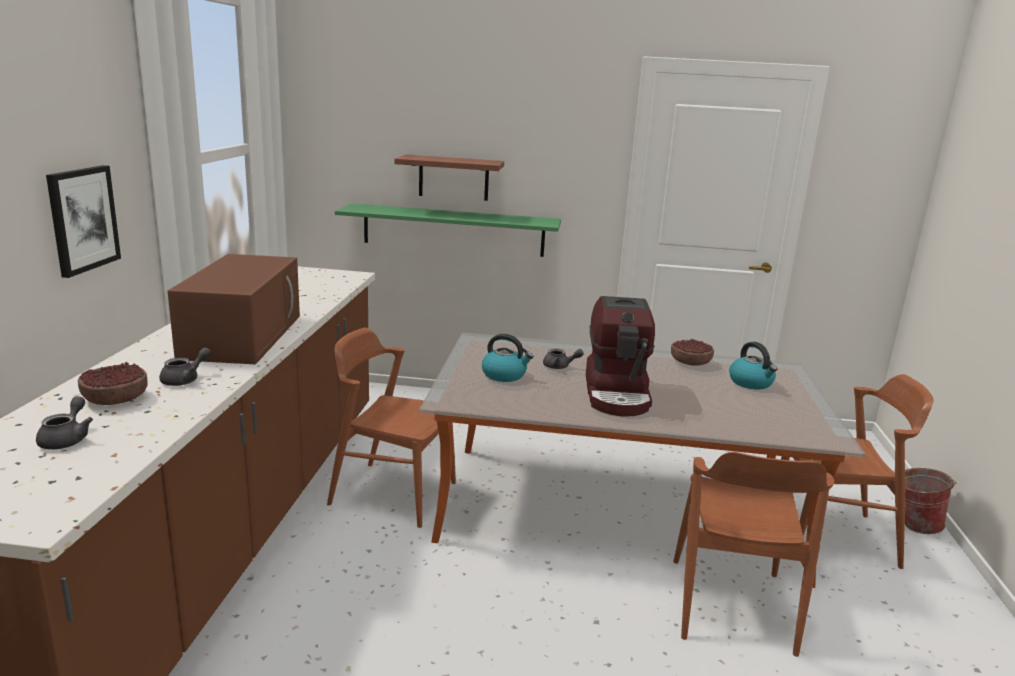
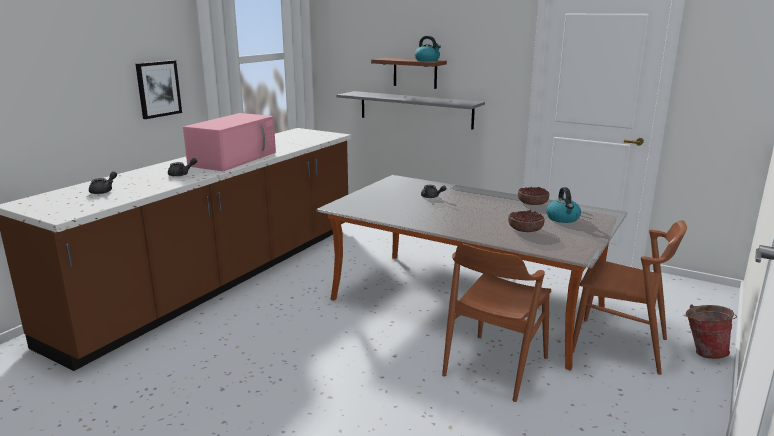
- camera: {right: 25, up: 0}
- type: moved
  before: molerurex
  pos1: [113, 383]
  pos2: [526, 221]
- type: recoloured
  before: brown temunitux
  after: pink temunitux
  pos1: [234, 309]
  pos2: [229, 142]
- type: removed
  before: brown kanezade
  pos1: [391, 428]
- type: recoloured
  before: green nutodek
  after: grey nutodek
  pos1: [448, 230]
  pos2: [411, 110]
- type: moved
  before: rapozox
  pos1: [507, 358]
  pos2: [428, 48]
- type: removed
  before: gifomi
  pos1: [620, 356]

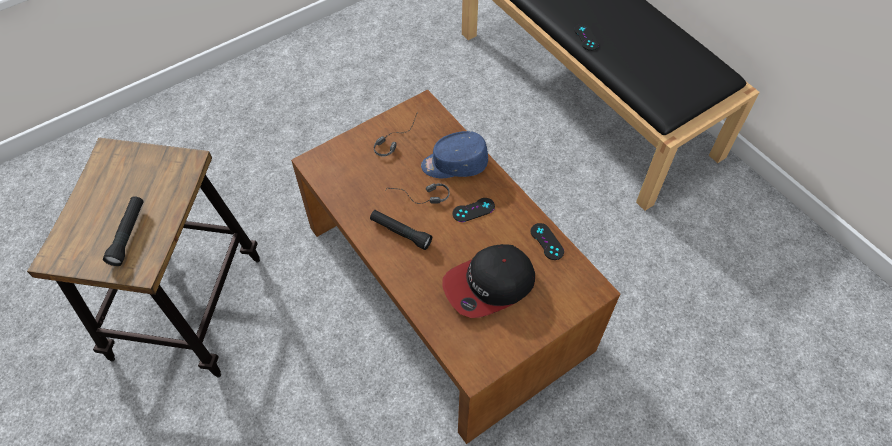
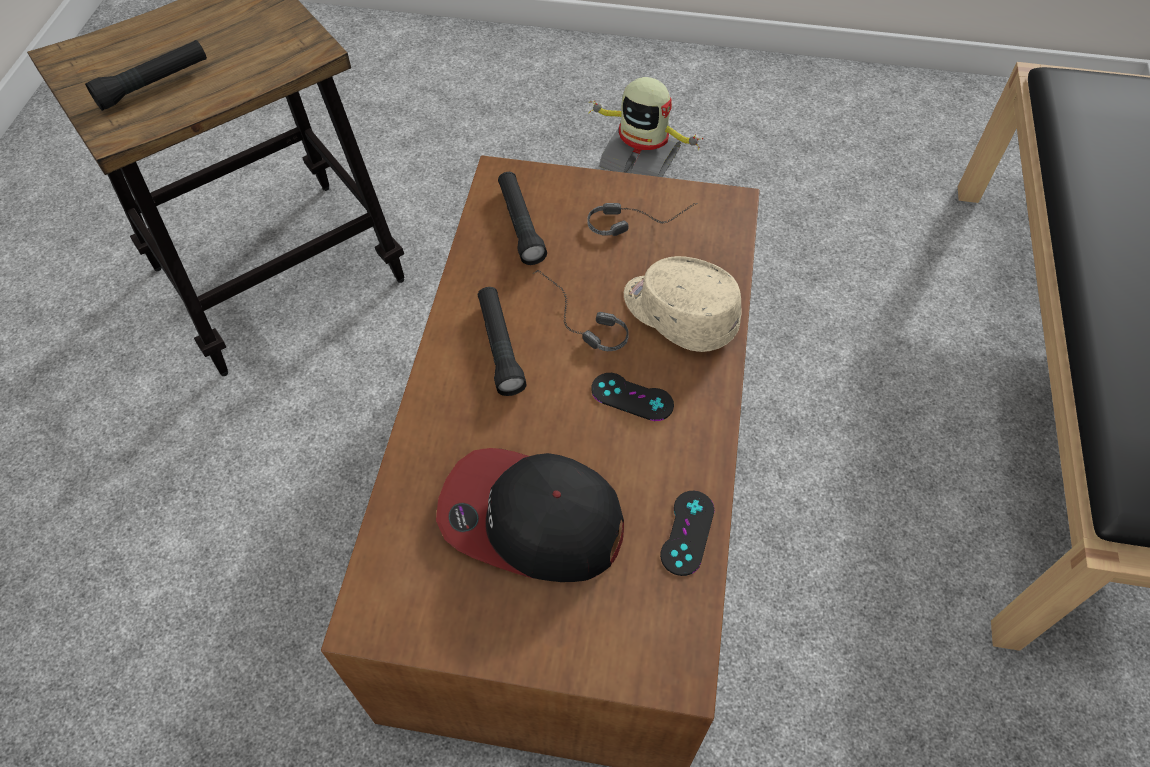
- camera: {right: 45, up: 0}
- type: recoloured
  before: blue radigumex
  after: beige radigumex
  pos1: [454, 154]
  pos2: [683, 304]
- type: removed
  before: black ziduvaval
  pos1: [586, 37]
- type: added
  after: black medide
  pos2: [522, 218]
- type: added
  after: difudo
  pos2: [645, 127]

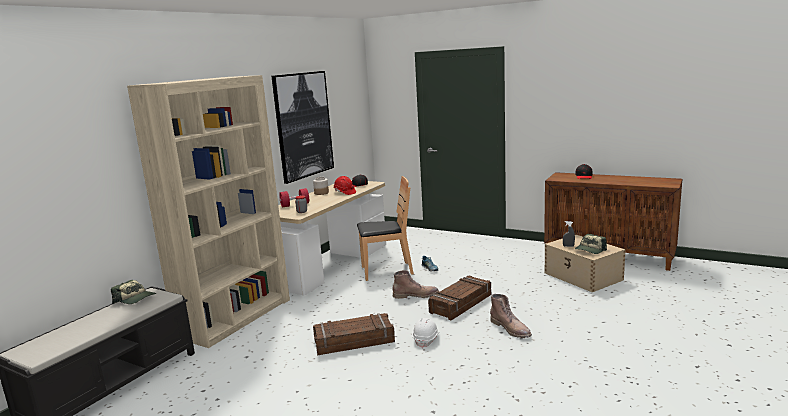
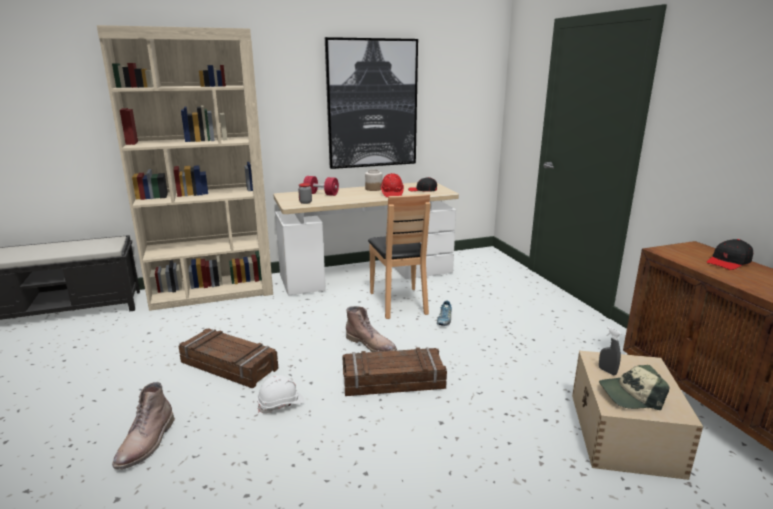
- camera: {right: 40, up: 5}
- type: removed
  before: radigumex
  pos1: [133, 292]
- type: turned
  before: brown kanezade
  pos1: [385, 228]
  pos2: [399, 256]
  turn: 45
- type: moved
  before: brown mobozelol
  pos1: [511, 316]
  pos2: [143, 426]

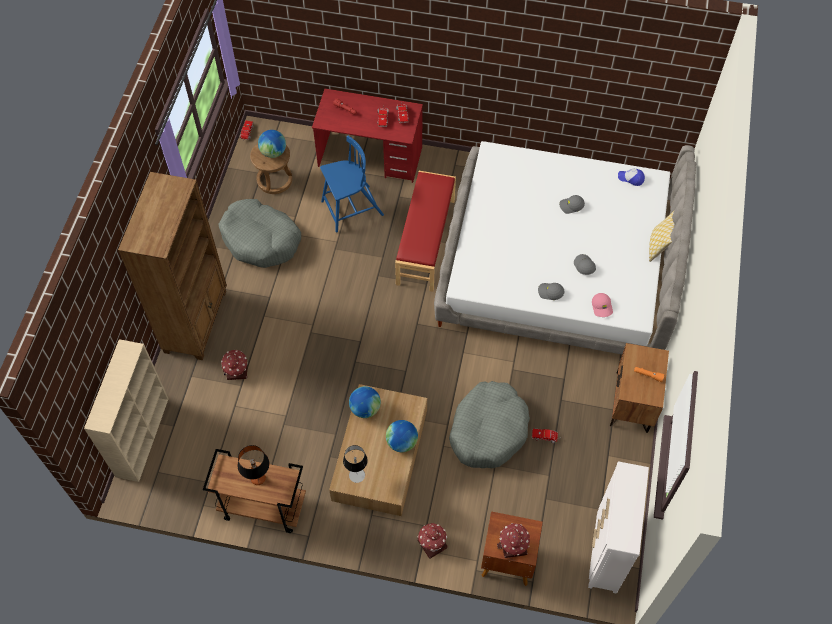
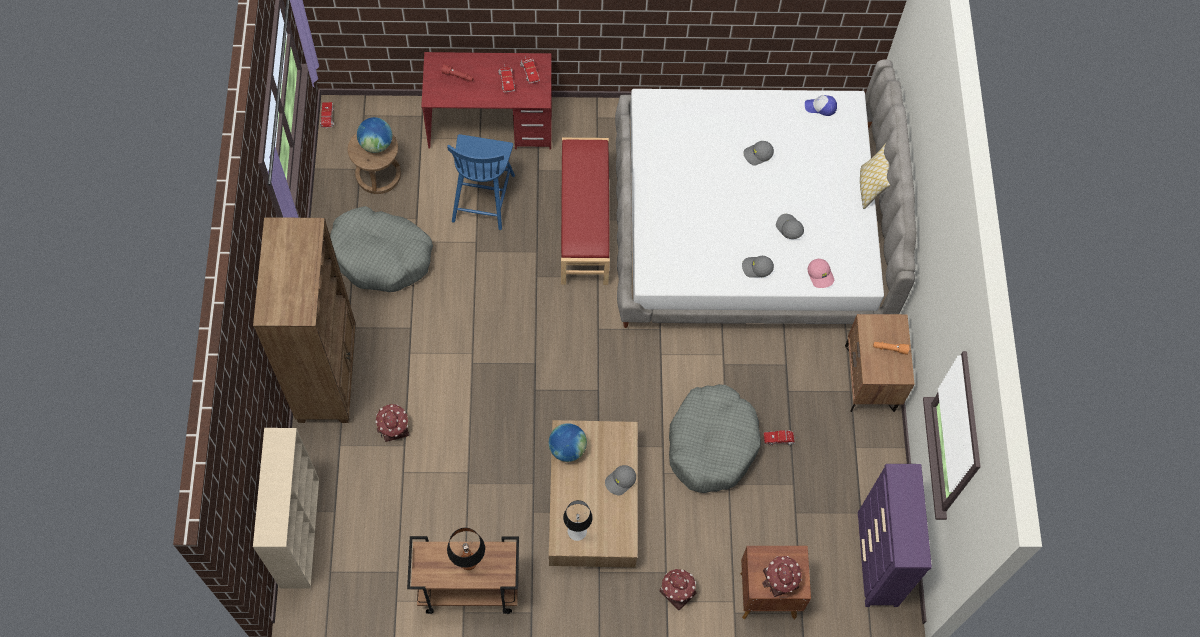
- camera: {right: -15, up: 5}
- type: turned
  before: blue kanezade
  pos1: [352, 184]
  pos2: [481, 182]
  turn: 135
- type: replaced
  before: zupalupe
  after: grey radigumex
  pos1: [402, 436]
  pos2: [620, 480]
- type: recoloured
  before: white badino
  after: purple badino
  pos1: [618, 527]
  pos2: [895, 535]

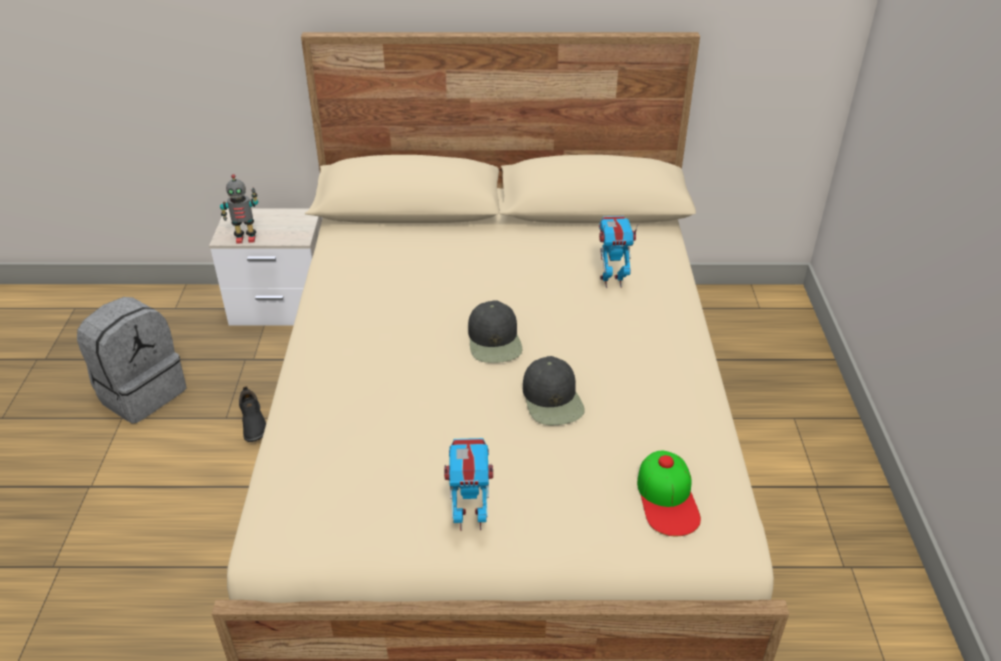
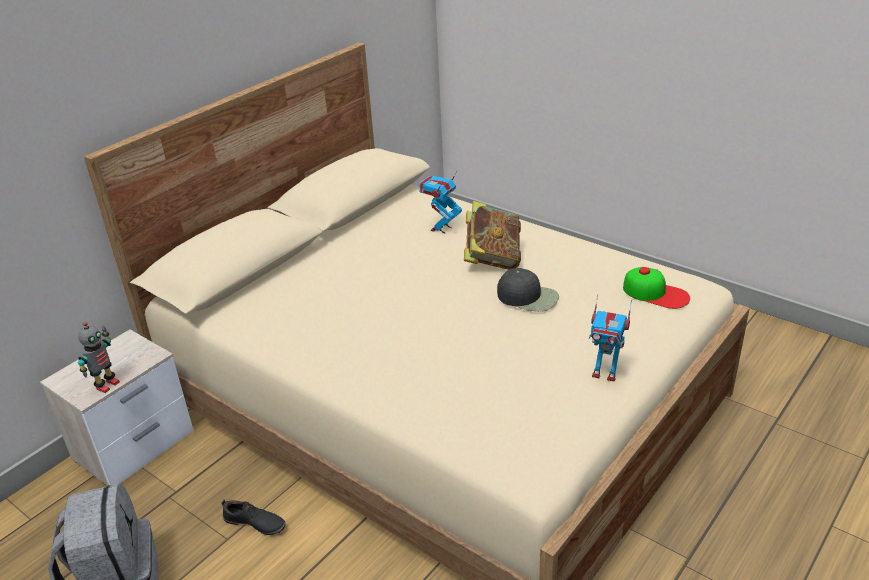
- camera: {right: -50, up: -5}
- type: turned
  before: difudo
  pos1: [468, 484]
  pos2: [610, 338]
  turn: -105
- type: removed
  before: black radigumex
  pos1: [495, 331]
- type: added
  after: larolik
  pos2: [492, 235]

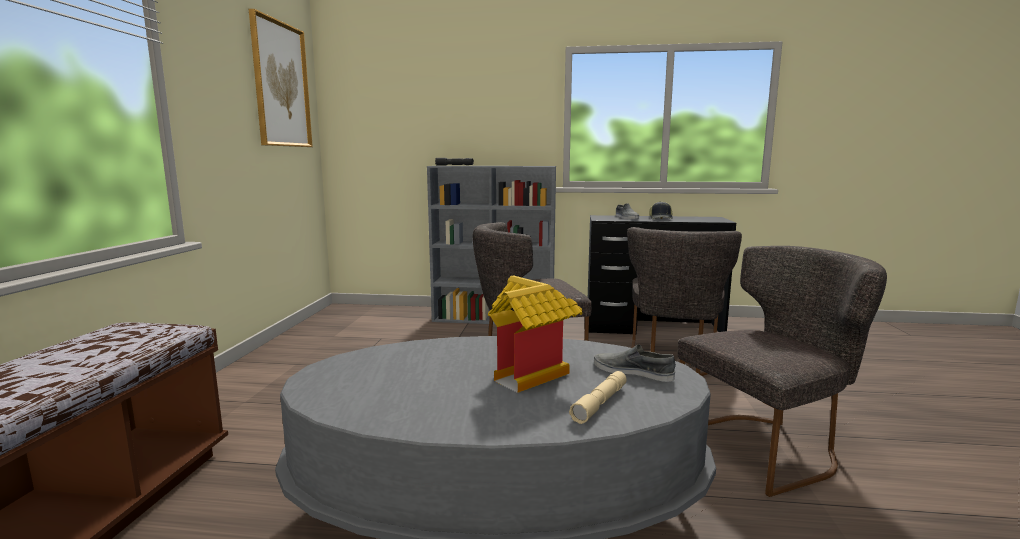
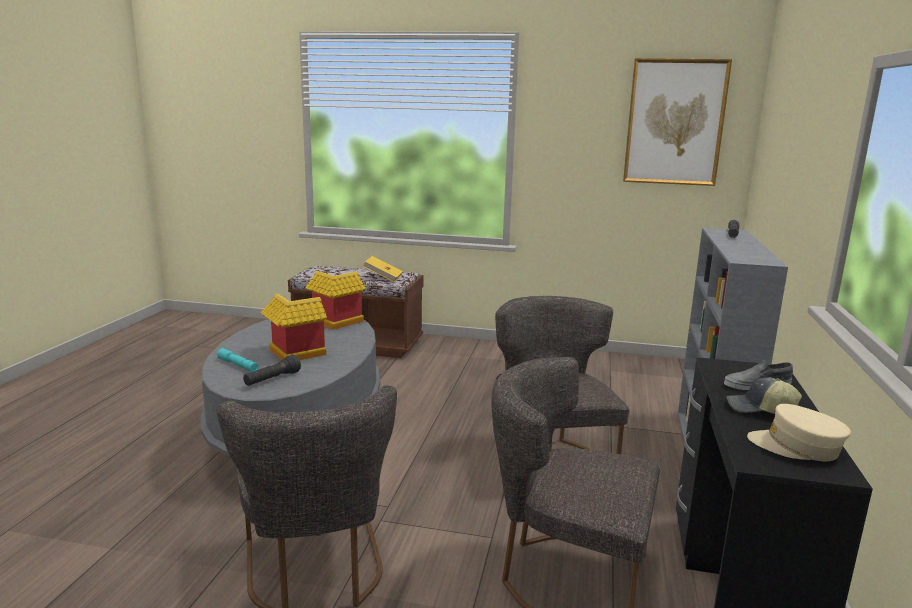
- camera: {right: 95, up: 5}
- type: recoloured
  before: beige medide
  after: turquoise medide
  pos1: [598, 397]
  pos2: [237, 360]
- type: replaced
  before: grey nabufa
  after: black medide
  pos1: [635, 363]
  pos2: [272, 370]
- type: added
  after: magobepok
  pos2: [335, 300]
- type: added
  after: yellow larolik
  pos2: [383, 269]
- type: added
  after: beige radigumex
  pos2: [799, 432]

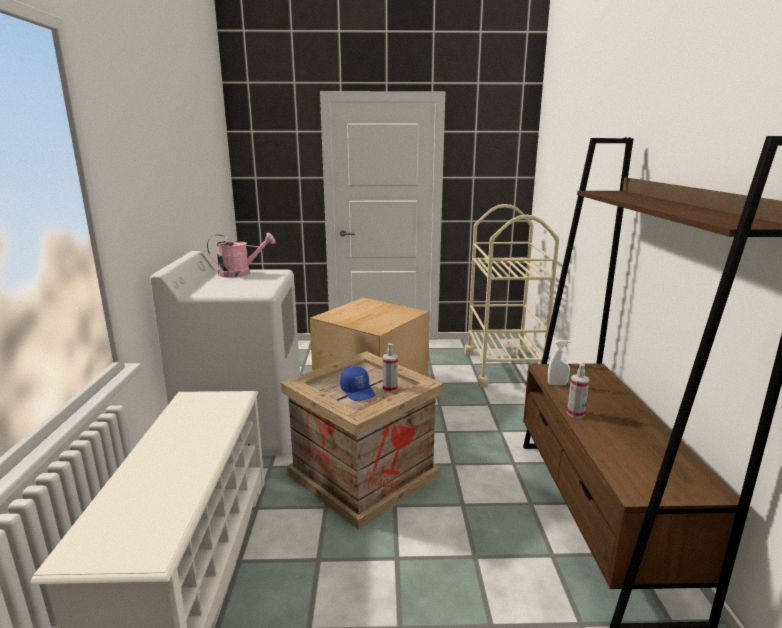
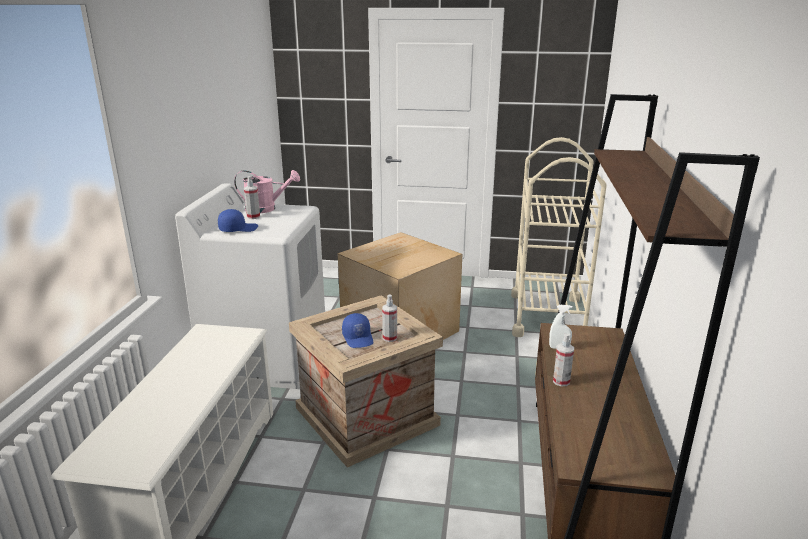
- camera: {right: 10, up: 5}
- type: added
  after: blue radigumex
  pos2: [238, 220]
- type: added
  after: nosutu
  pos2: [252, 197]

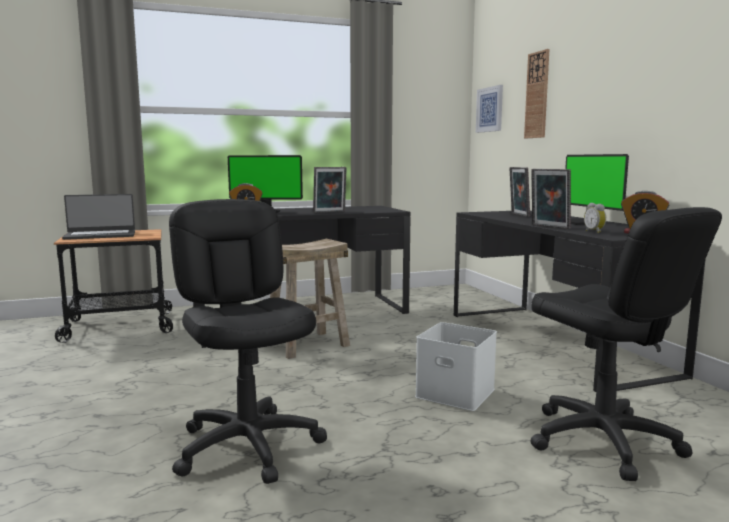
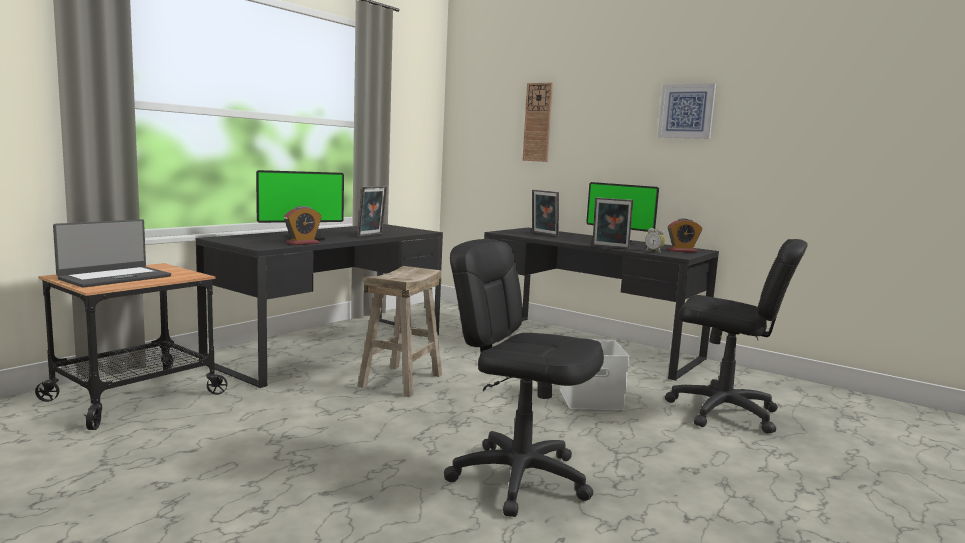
- camera: {right: -35, up: 0}
- type: moved
  before: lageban
  pos1: [489, 109]
  pos2: [687, 111]

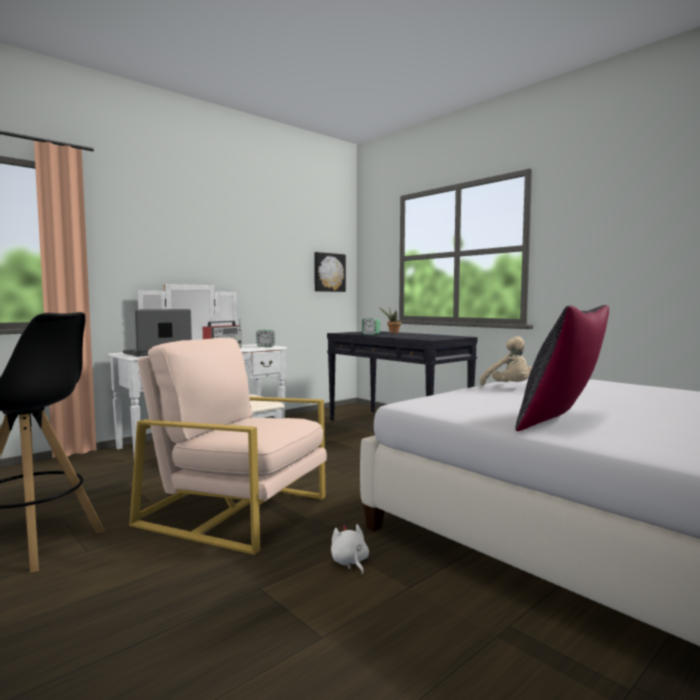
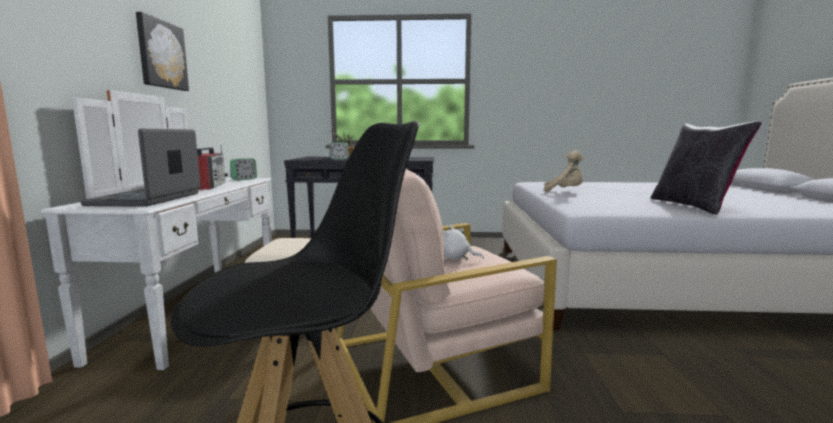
- camera: {right: -45, up: 5}
- type: moved
  before: lageban
  pos1: [330, 272]
  pos2: [162, 51]
- type: moved
  before: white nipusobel
  pos1: [350, 549]
  pos2: [463, 242]

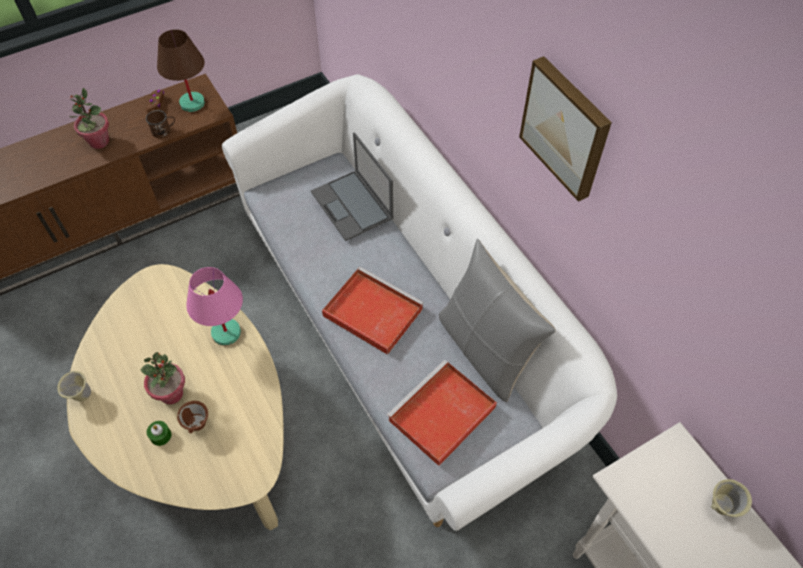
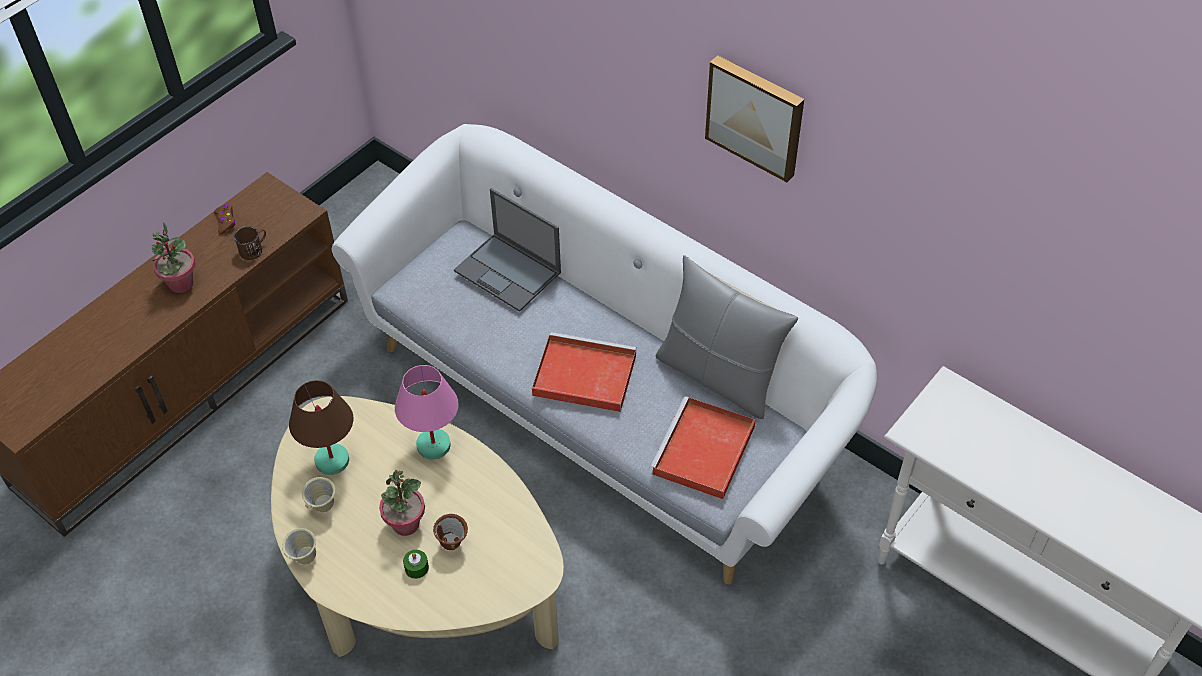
- camera: {right: -20, up: -5}
- type: moved
  before: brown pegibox
  pos1: [181, 70]
  pos2: [321, 427]
- type: moved
  before: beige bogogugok
  pos1: [731, 498]
  pos2: [318, 494]

